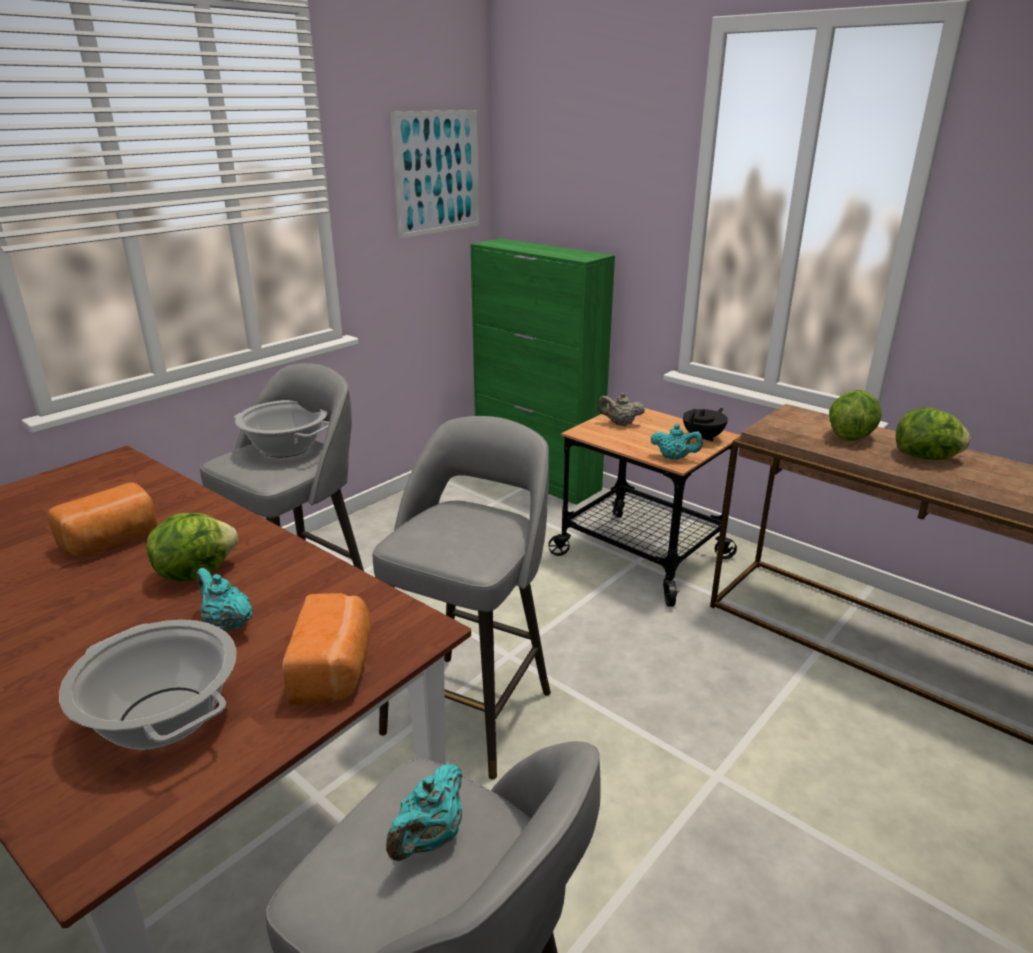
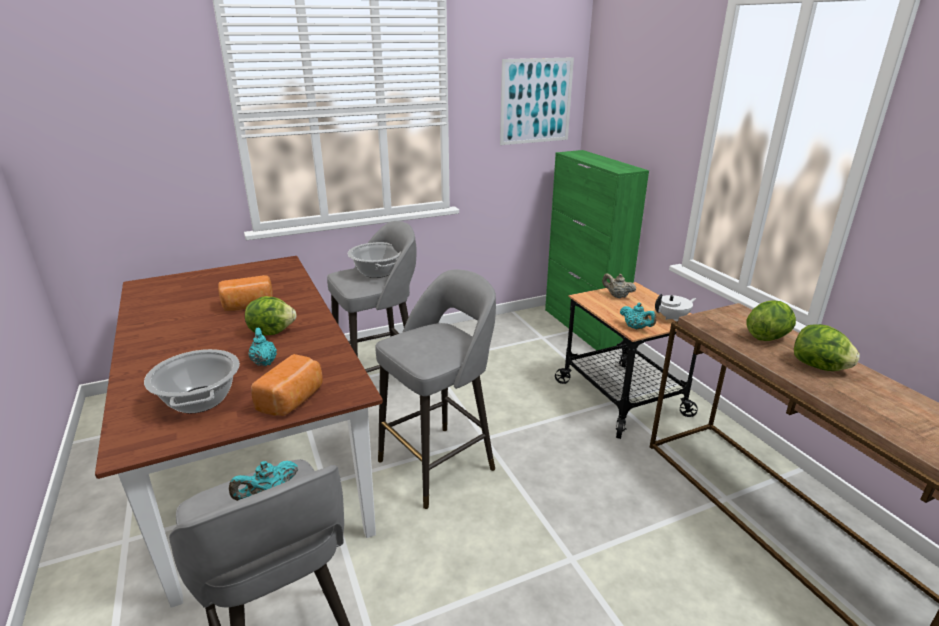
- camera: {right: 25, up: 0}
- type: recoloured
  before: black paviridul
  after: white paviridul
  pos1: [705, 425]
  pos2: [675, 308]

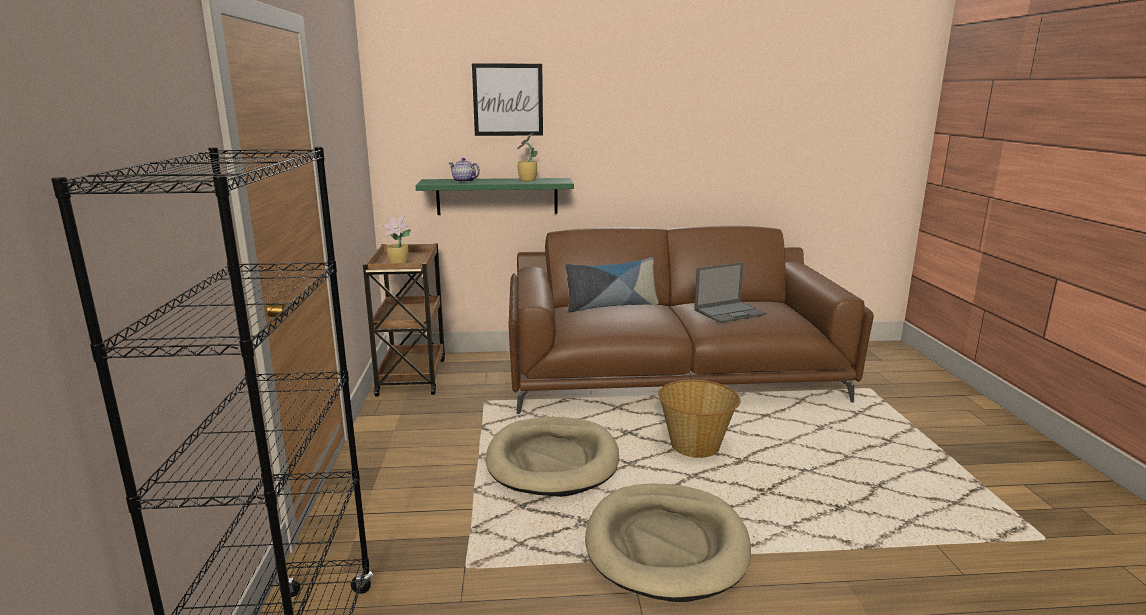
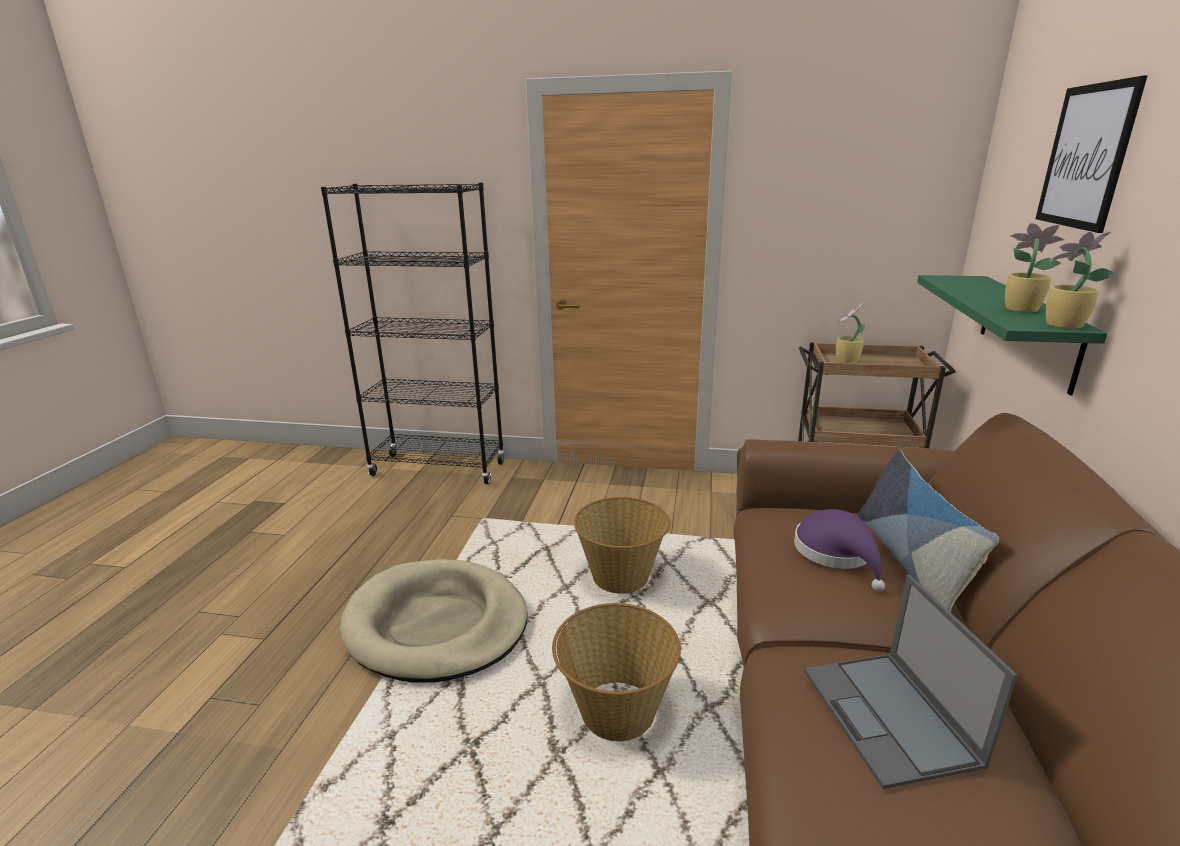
- camera: {right: 105, up: 5}
- type: removed
  before: paviridul
  pos1: [464, 170]
- type: replaced
  before: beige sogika
  after: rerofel
  pos1: [552, 457]
  pos2: [622, 545]
- type: added
  after: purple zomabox
  pos2: [839, 550]
- type: added
  after: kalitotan
  pos2: [1080, 280]

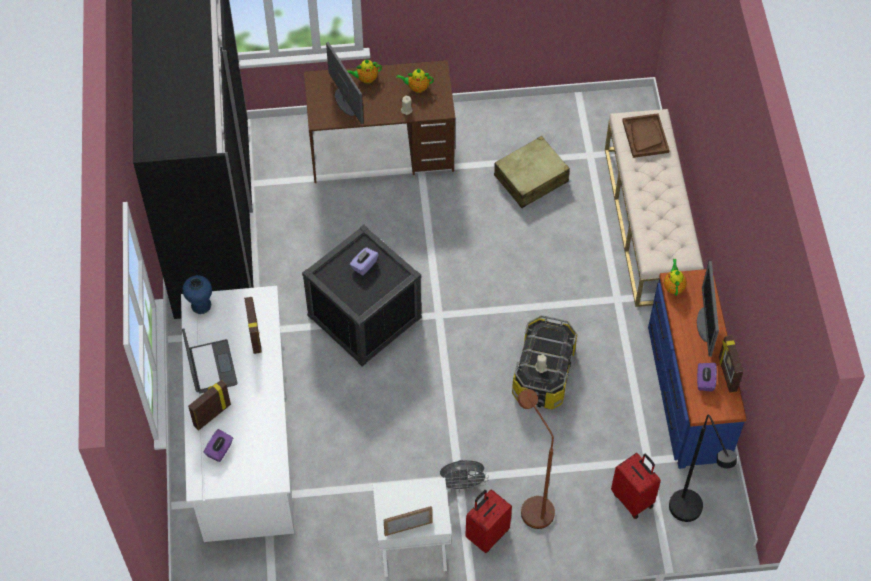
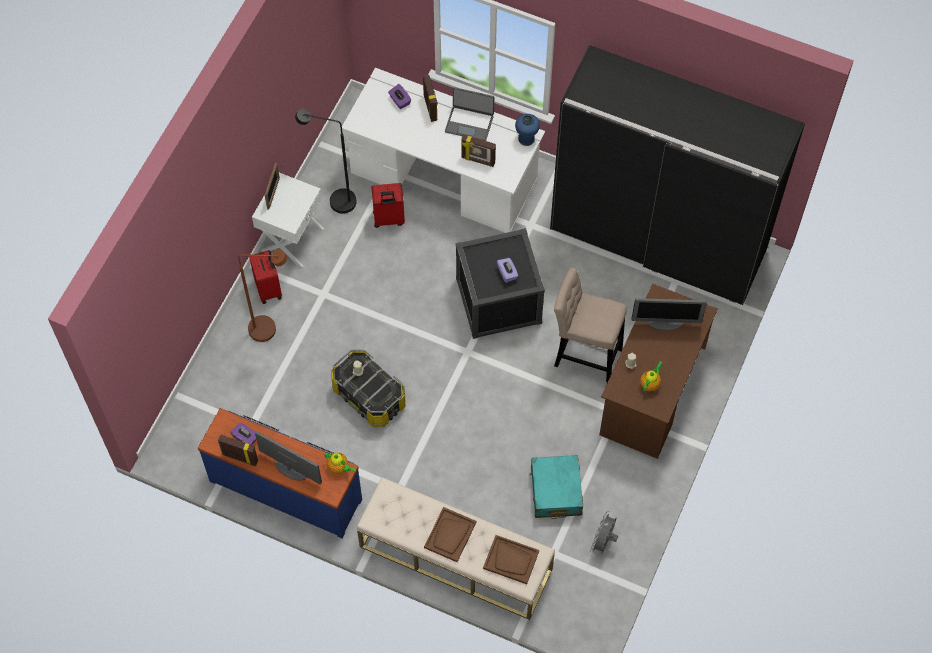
- camera: {right: 120, up: 5}
- type: removed
  before: paviridul
  pos1: [365, 71]
- type: moved
  before: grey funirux
  pos1: [464, 476]
  pos2: [604, 532]
- type: recoloured
  before: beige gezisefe
  after: turquoise gezisefe
  pos1: [532, 172]
  pos2: [556, 487]
- type: moved
  before: red gezisefe
  pos1: [636, 486]
  pos2: [388, 205]
- type: moved
  before: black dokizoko
  pos1: [703, 468]
  pos2: [325, 161]
- type: added
  after: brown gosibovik
  pos2: [450, 534]
- type: added
  after: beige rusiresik
  pos2: [590, 324]

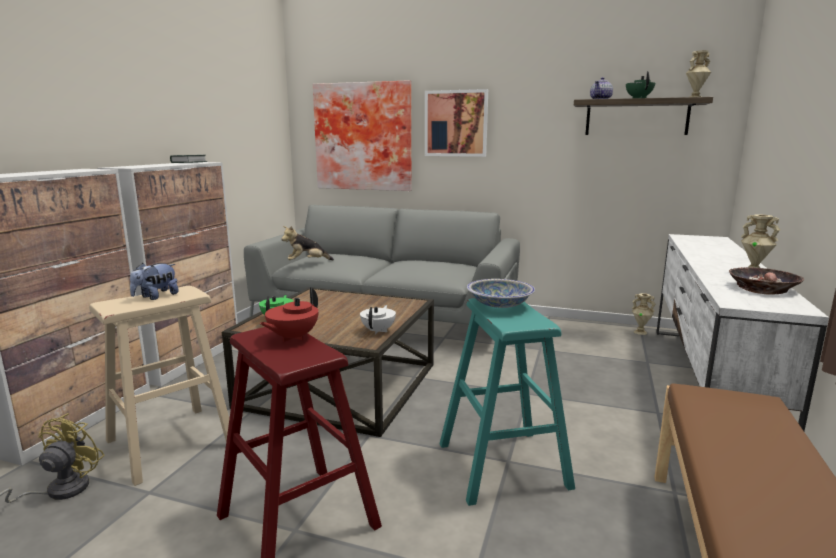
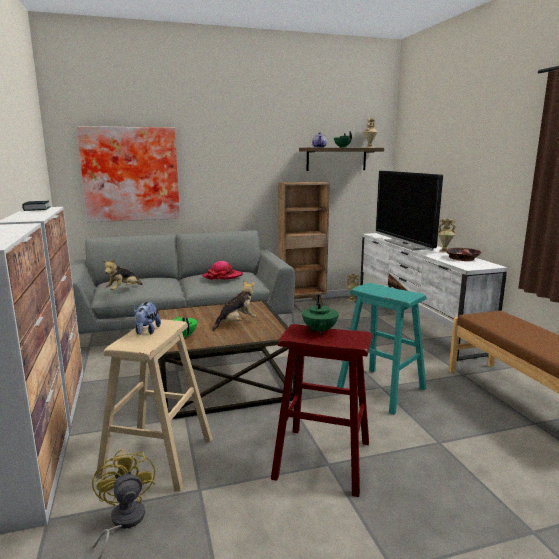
- camera: {right: -35, up: 0}
- type: recoloured
  before: red paviridul
  after: green paviridul
  pos1: [289, 314]
  pos2: [320, 314]
- type: removed
  before: white paviridul
  pos1: [378, 319]
- type: removed
  before: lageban
  pos1: [456, 123]
- type: removed
  before: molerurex
  pos1: [501, 293]
- type: added
  after: zomabox
  pos2: [222, 270]
- type: added
  after: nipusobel
  pos2: [234, 305]
- type: added
  after: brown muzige
  pos2: [304, 244]
- type: added
  after: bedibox
  pos2: [409, 211]

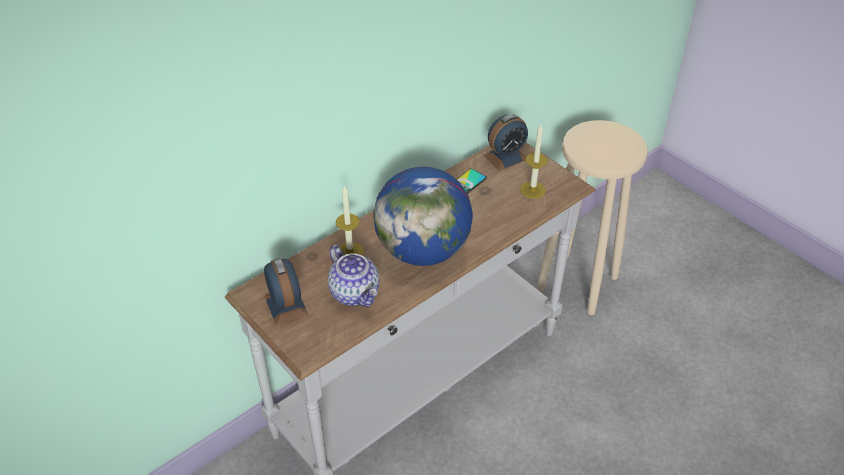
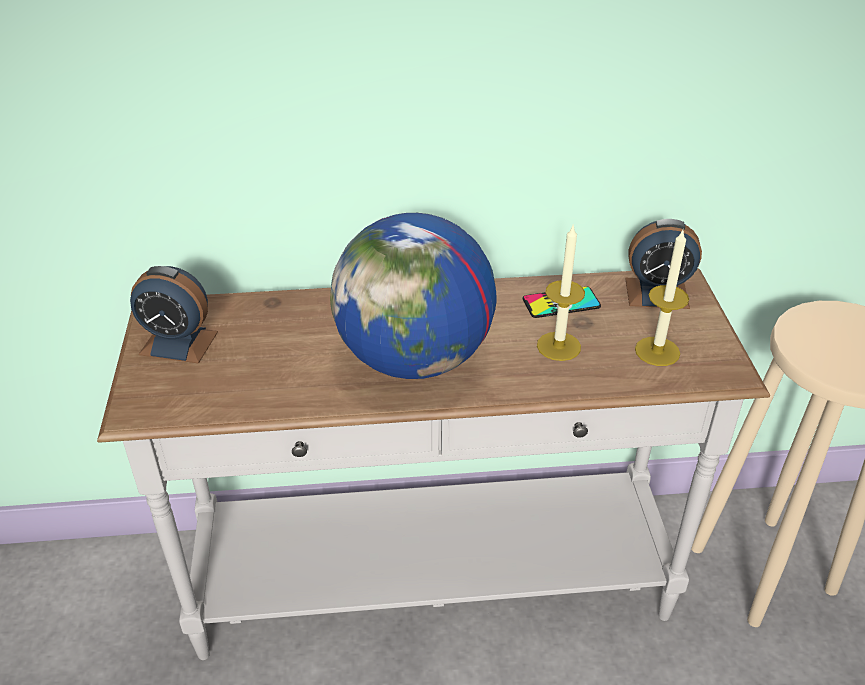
- camera: {right: 35, up: -5}
- type: turned
  before: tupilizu
  pos1: [286, 291]
  pos2: [174, 315]
  turn: 90
- type: removed
  before: paviridul
  pos1: [354, 276]
- type: moved
  before: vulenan
  pos1: [350, 220]
  pos2: [561, 293]

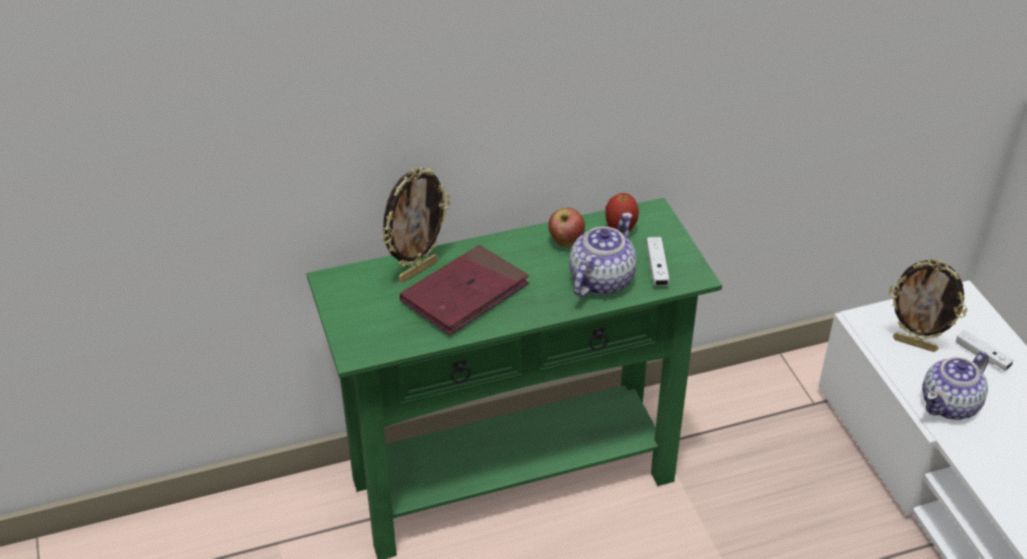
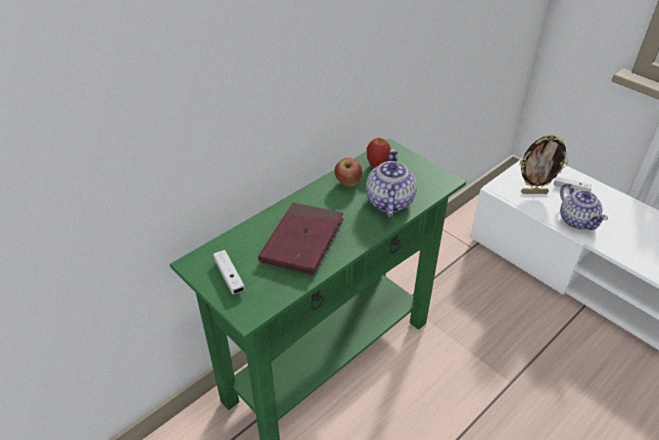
- camera: {right: -25, up: 0}
- type: removed
  before: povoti
  pos1: [416, 225]
- type: moved
  before: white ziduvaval
  pos1: [657, 261]
  pos2: [229, 272]
- type: turned
  before: paviridul
  pos1: [955, 386]
  pos2: [584, 206]
  turn: -45

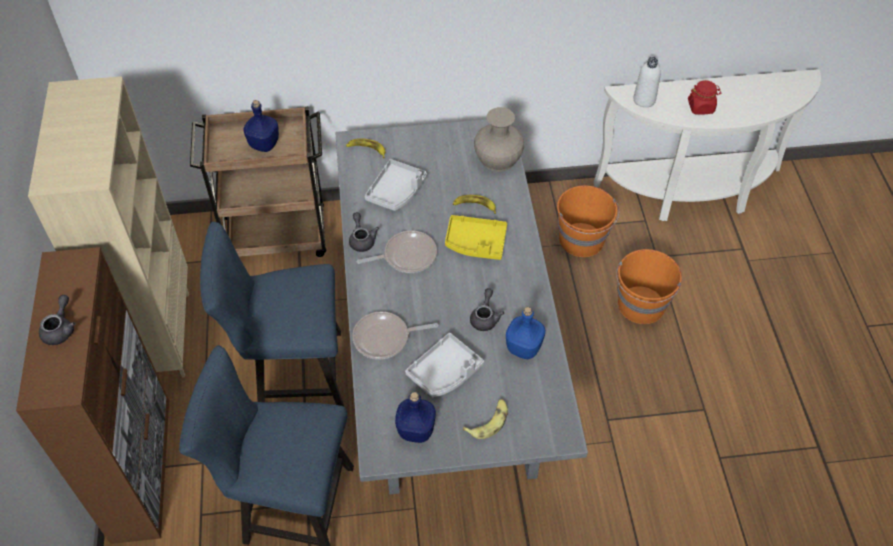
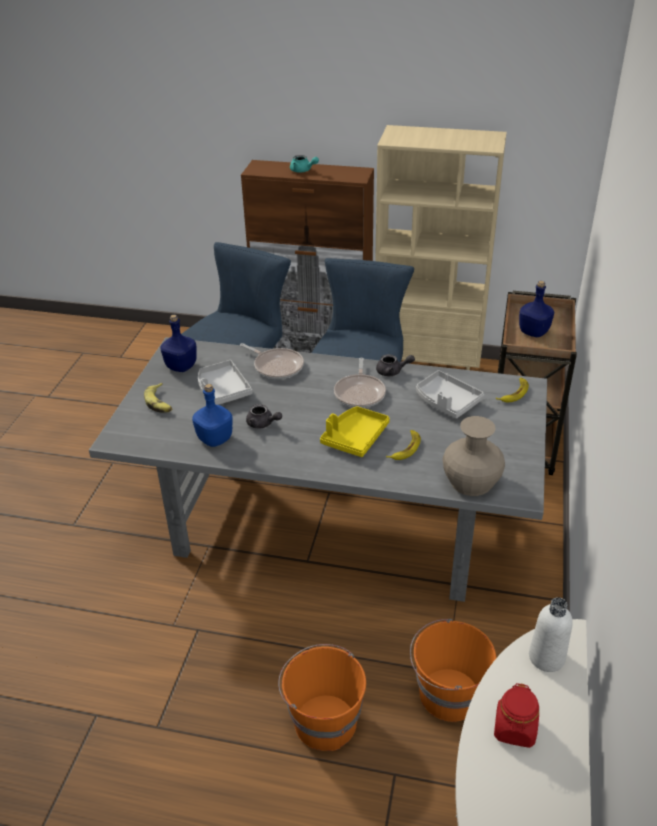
- camera: {right: 110, up: -15}
- type: recoloured
  before: grey paviridul
  after: turquoise paviridul
  pos1: [57, 320]
  pos2: [304, 164]
- type: turned
  before: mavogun
  pos1: [395, 336]
  pos2: [272, 361]
  turn: 120

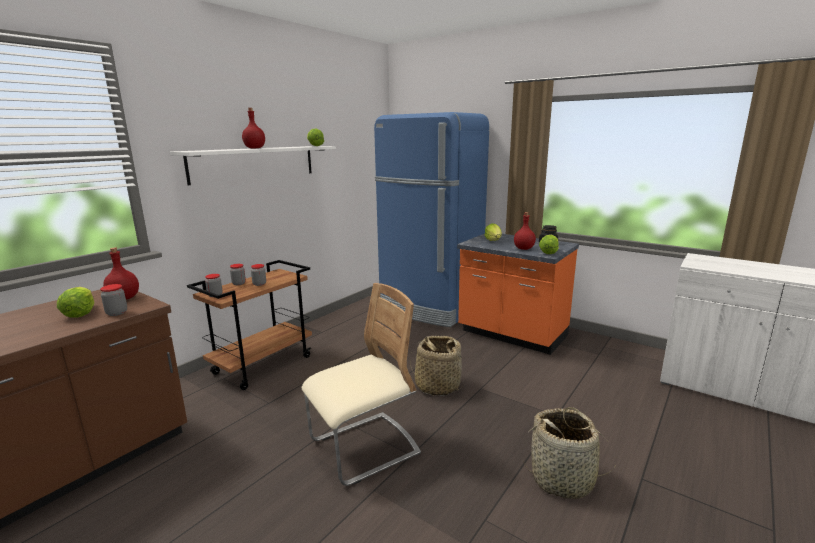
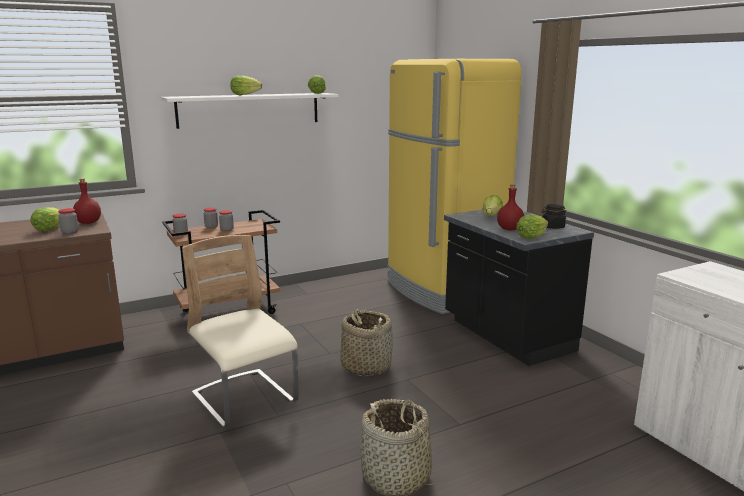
- camera: {right: 25, up: 0}
- type: replaced
  before: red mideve
  after: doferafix
  pos1: [253, 128]
  pos2: [246, 85]
- type: turned
  before: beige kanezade
  pos1: [361, 384]
  pos2: [240, 331]
  turn: -120
- type: recoloured
  before: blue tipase
  after: yellow tipase
  pos1: [431, 219]
  pos2: [454, 186]
- type: recoloured
  before: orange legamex
  after: black legamex
  pos1: [518, 294]
  pos2: [519, 288]

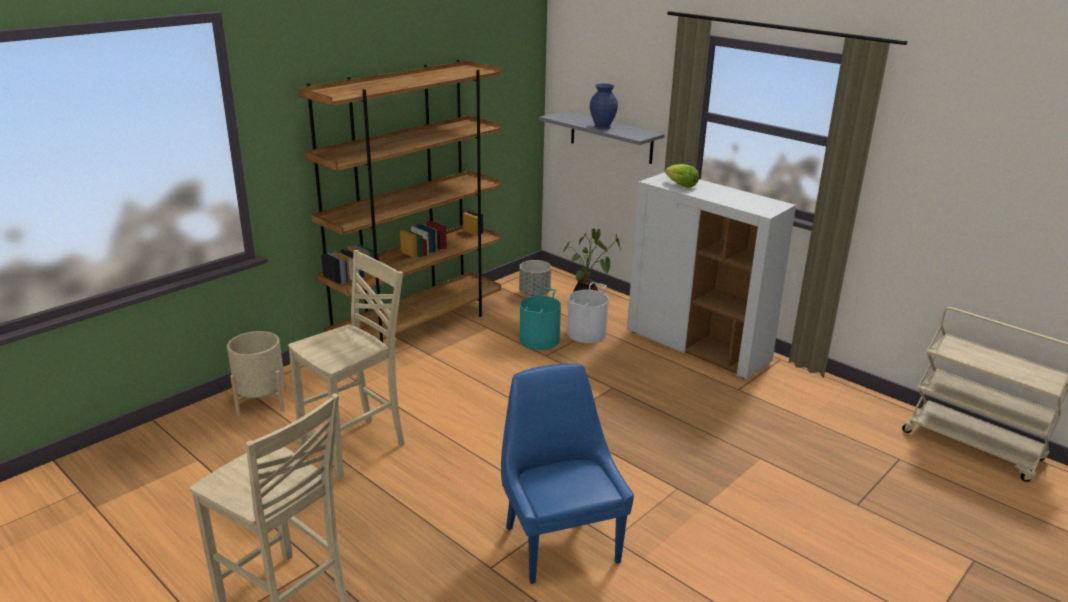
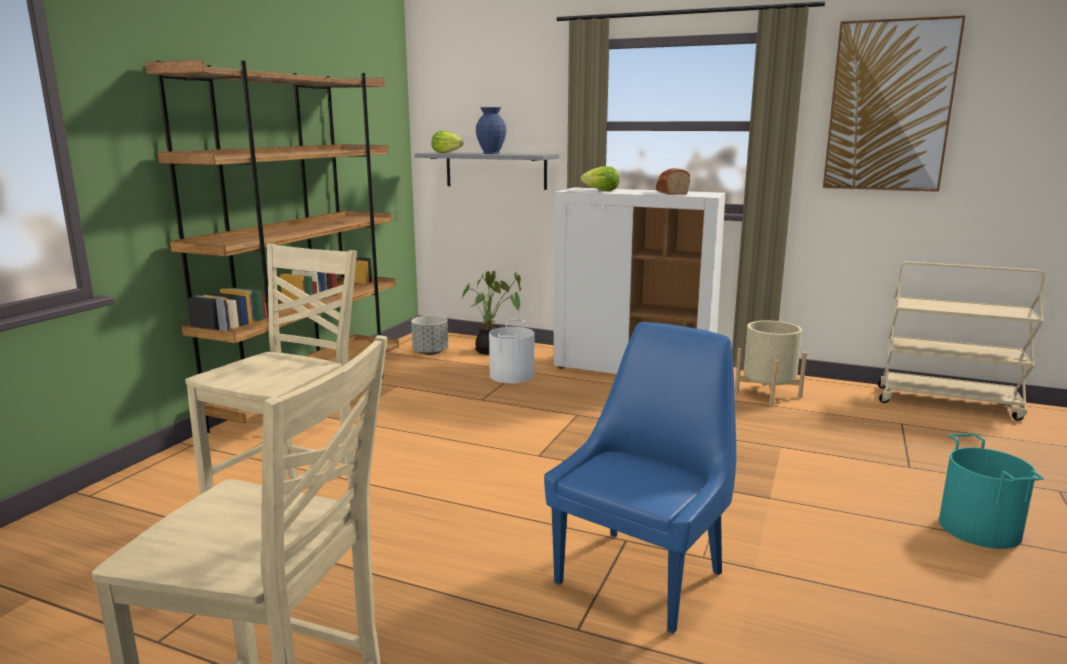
- camera: {right: -20, up: -10}
- type: moved
  before: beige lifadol
  pos1: [256, 373]
  pos2: [771, 364]
- type: turned
  before: blue kanezade
  pos1: [567, 473]
  pos2: [640, 478]
  turn: 75
- type: moved
  before: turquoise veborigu
  pos1: [540, 319]
  pos2: [991, 491]
- type: added
  after: doferafix
  pos2: [448, 142]
- type: added
  after: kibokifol
  pos2: [673, 181]
- type: added
  after: lageban
  pos2: [894, 103]

